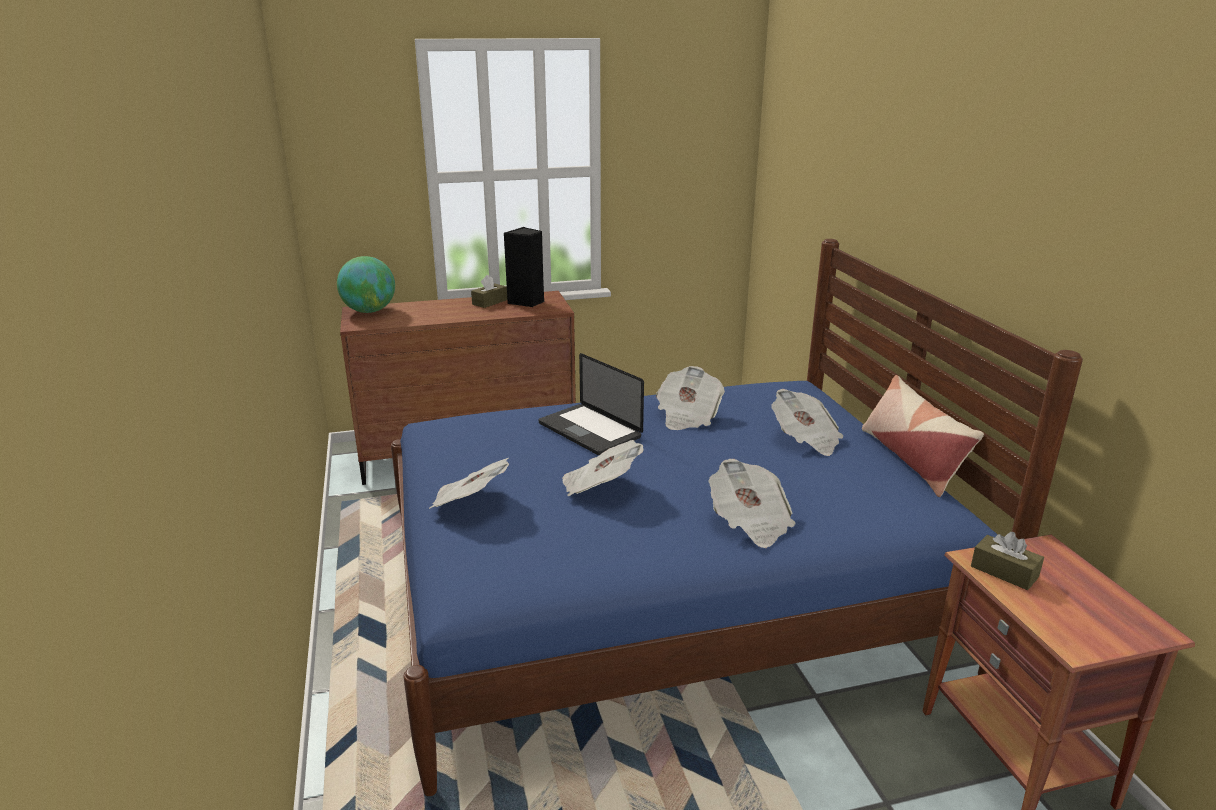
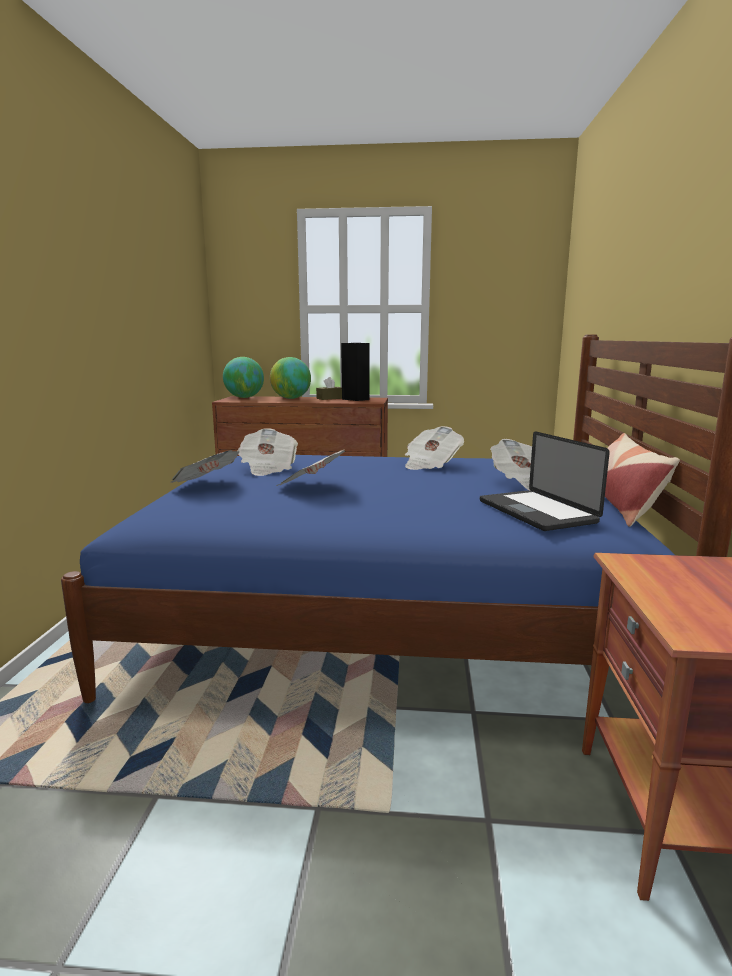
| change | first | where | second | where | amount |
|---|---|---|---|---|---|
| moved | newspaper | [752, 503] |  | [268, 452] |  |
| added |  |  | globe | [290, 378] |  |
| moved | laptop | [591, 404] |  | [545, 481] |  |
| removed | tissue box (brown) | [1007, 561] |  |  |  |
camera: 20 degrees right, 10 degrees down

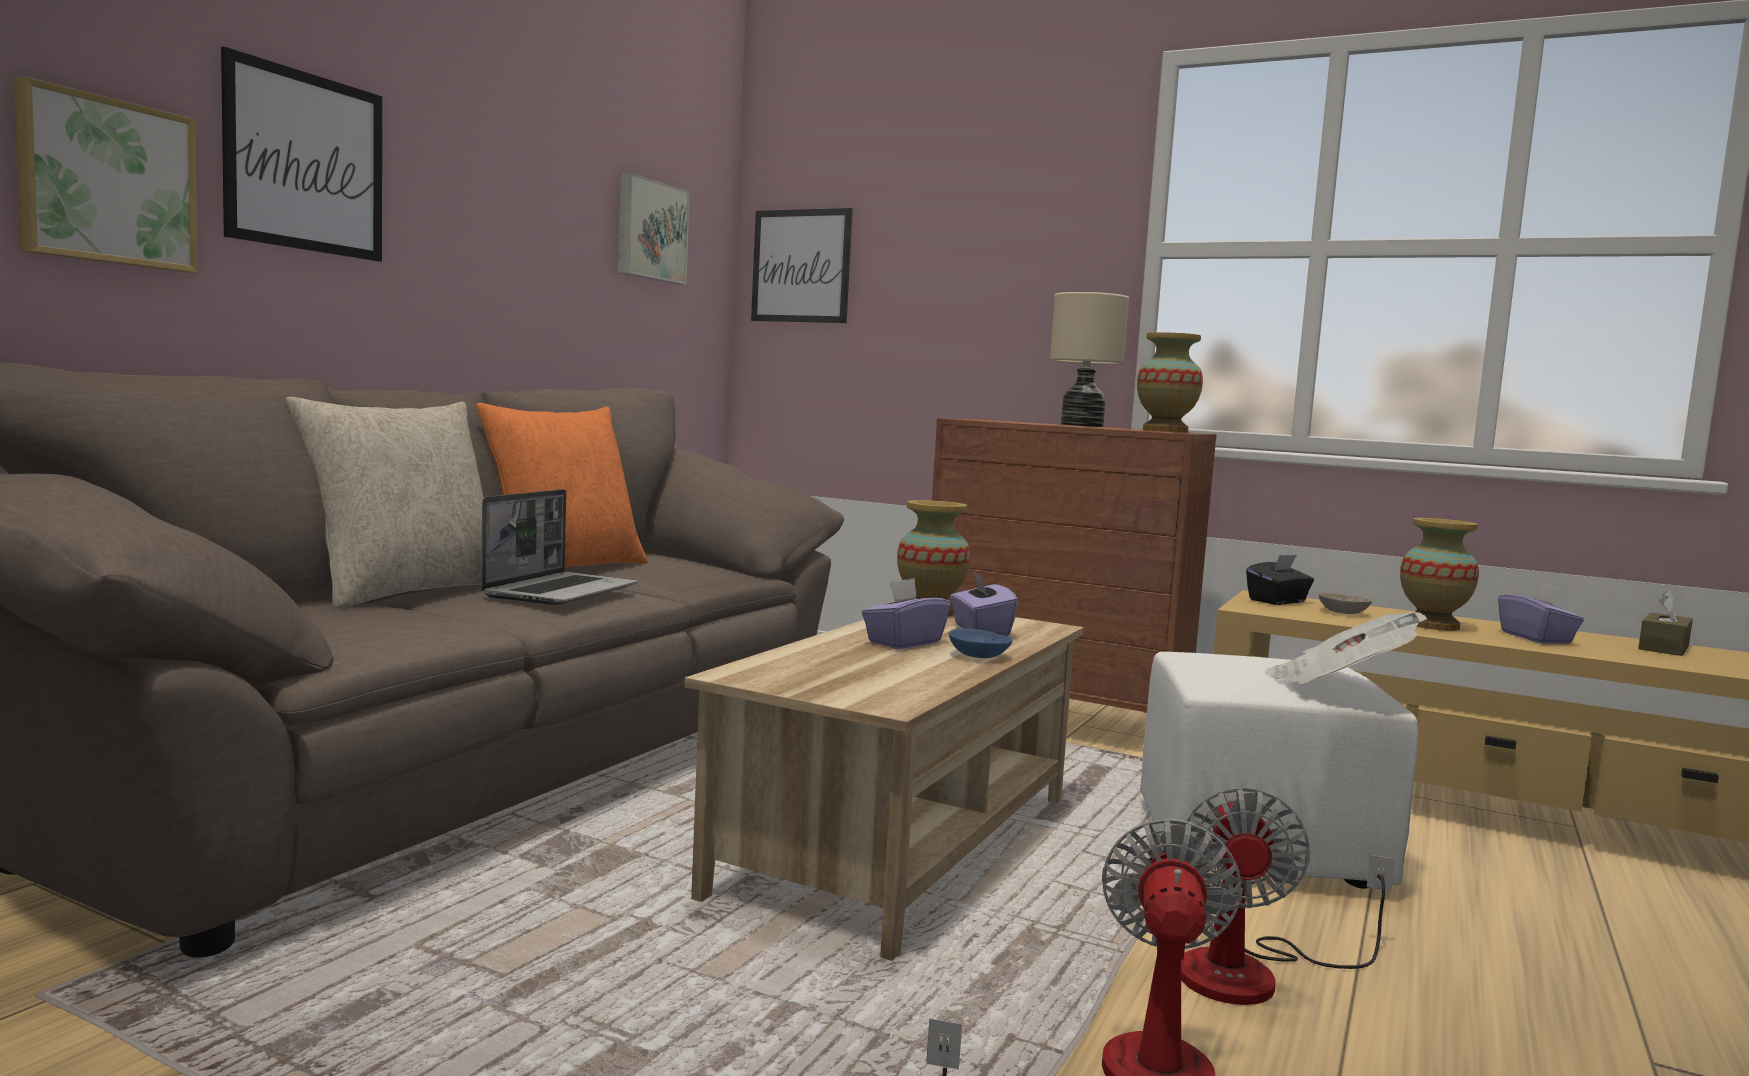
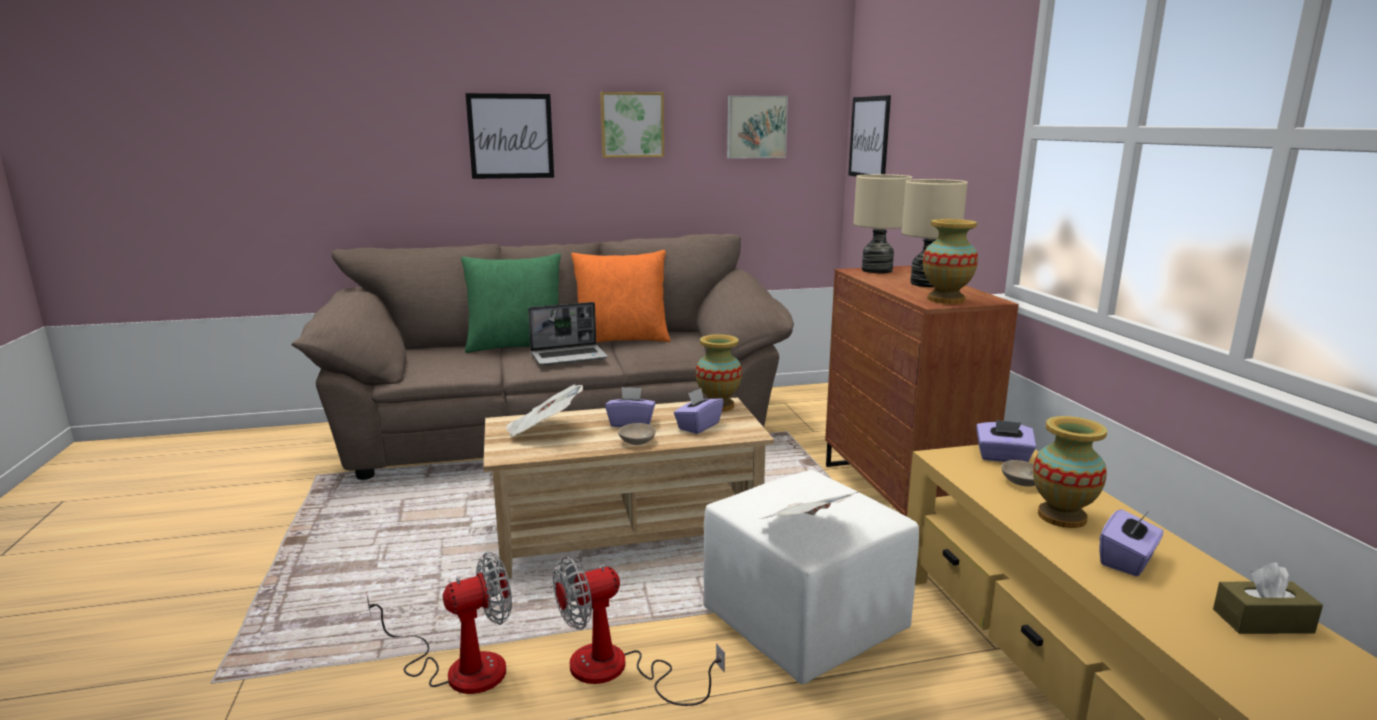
| change | first | where | second | where | amount |
|---|---|---|---|---|---|
| recoloured | pillow (beige) | [385, 503] | pillow (green) | [511, 303] |  |
| added |  |  | newspaper | [544, 411] |  |
| moved | picture | [106, 174] |  | [632, 125] |  |
| recoloured | bowl (blue) | [981, 643] | bowl (beige) | [637, 434] |  |
| added |  |  | table lamp (beige) | [882, 223] |  |
| recoloured | tissue box (black) | [1280, 580] | tissue box (purple) | [1006, 441] |  |
camera: 50 degrees right, 10 degrees up

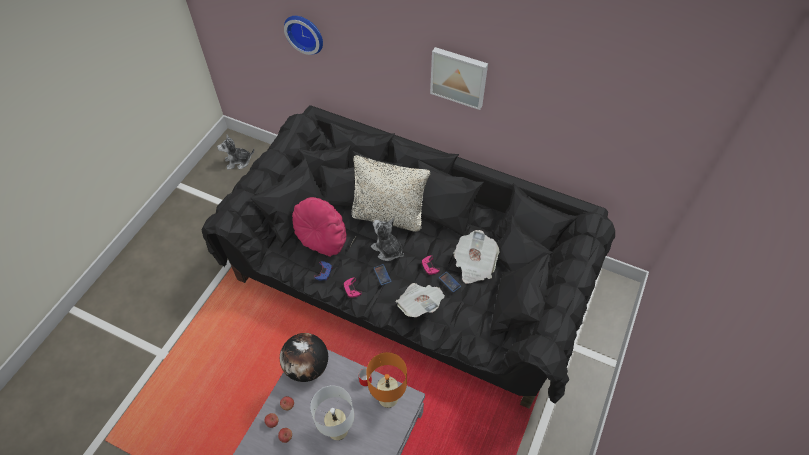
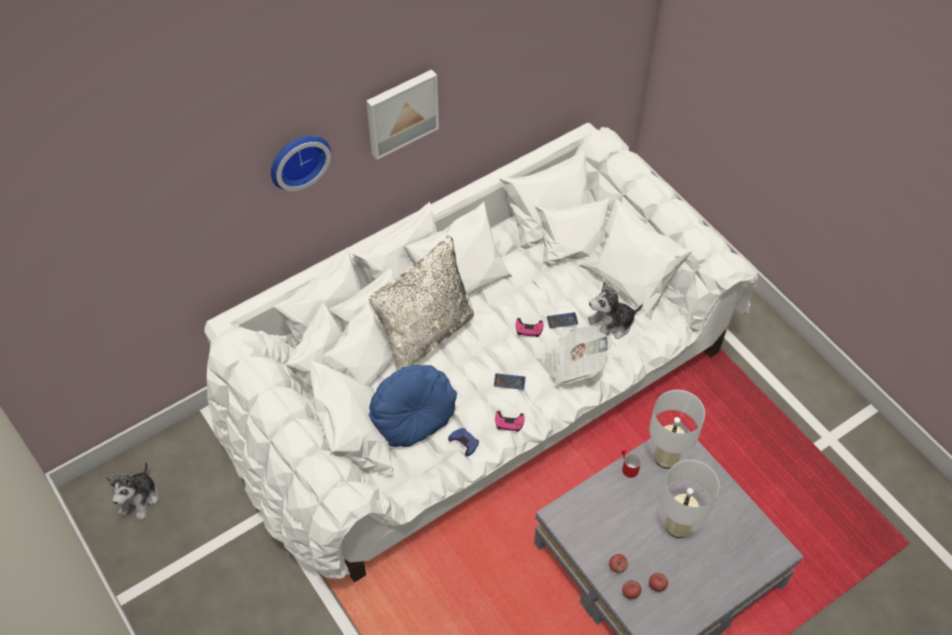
| change | first | where | second | where | amount |
|---|---|---|---|---|---|
| recoloured | sofa (black) | [408, 257] | sofa (white) | [481, 352] |  |
| moved | wall clock | [303, 35] |  | [301, 163] |  |
| recoloured | pillow (pink) | [319, 227] | pillow (blue) | [413, 405] |  |
| moved | plush toy | [387, 239] |  | [615, 310] |  |
| recoloured | table lamp (orange) | [386, 380] | table lamp (white) | [677, 429] |  |
| removed | globe | [304, 357] |  |  |  |
| removed | newspaper | [477, 257] |  |  |  |
camera: 60 degrees left, 0 degrees up

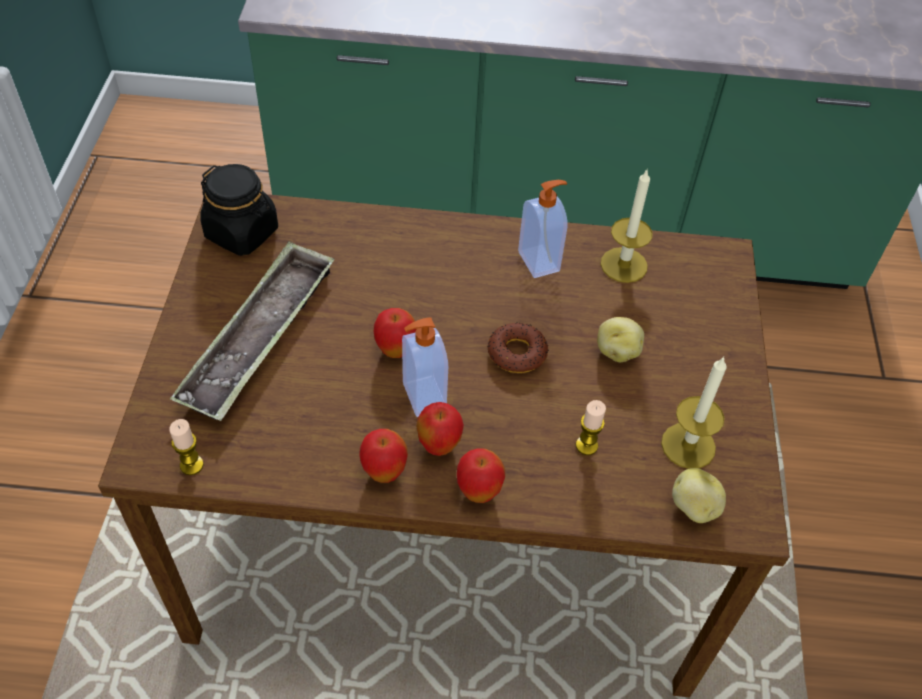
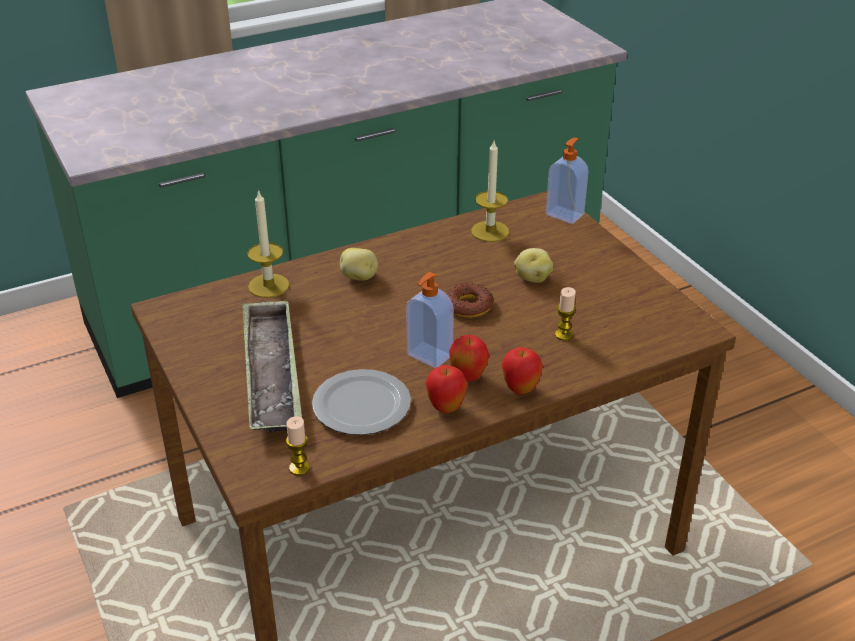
| change | first | where | second | where | amount |
|---|---|---|---|---|---|
| moved | candle | [694, 412] |  | [268, 243] |  |
| added |  |  | plate | [361, 402] |  |
| moved | potato | [699, 495] |  | [359, 264] |  |
| moved | soap dispenser | [543, 229] |  | [567, 181] |  |
| removed | jar (black) | [239, 210] |  |  |  |
| removed | apple | [395, 333] |  |  |  |
camera: 30 degrees left, 15 degrees down

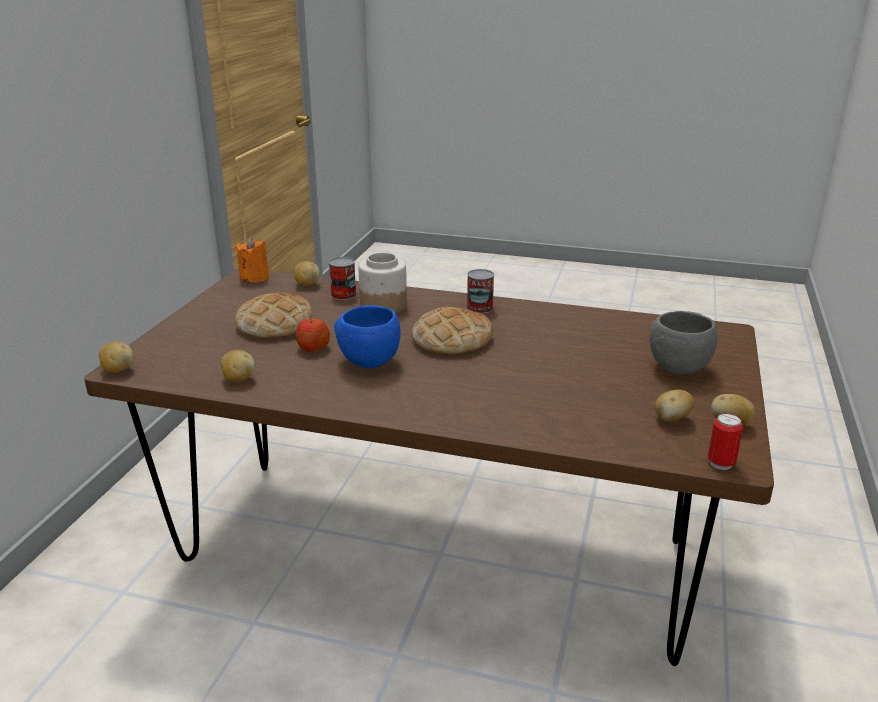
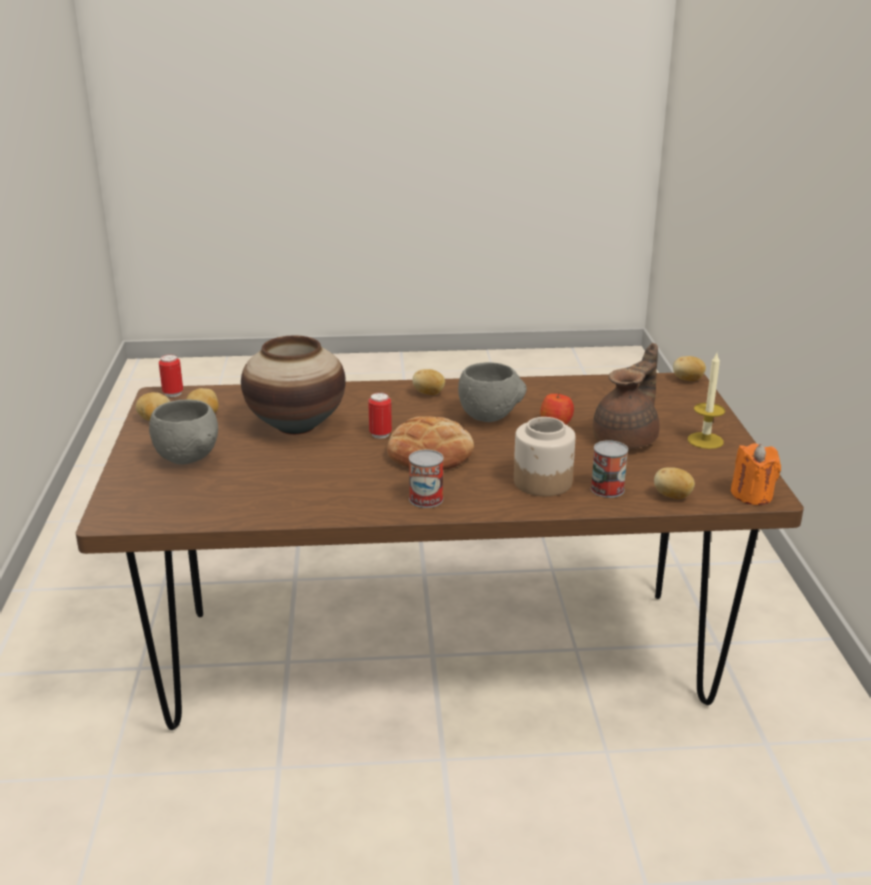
| change | first | where | second | where | amount |
|---|---|---|---|---|---|
| added |  |  | vase | [293, 385] |  |
| added |  |  | can | [380, 415] |  |
| moved | potato | [237, 366] |  | [428, 382] |  |
| recoloured | bowl (blue) | [367, 336] | bowl (grey) | [492, 392] |  |
| replaced | bread | [273, 315] | teapot (brown) | [626, 396] |  |
| added |  |  | candle | [706, 401] |  |
camera: 160 degrees right, 0 degrees up

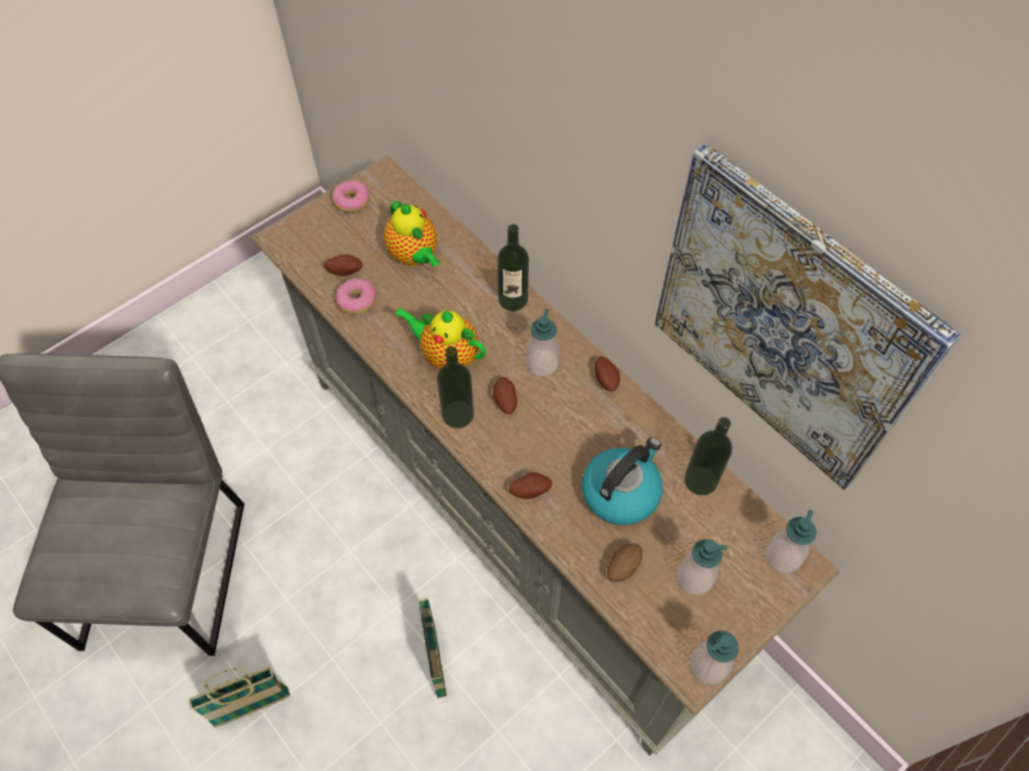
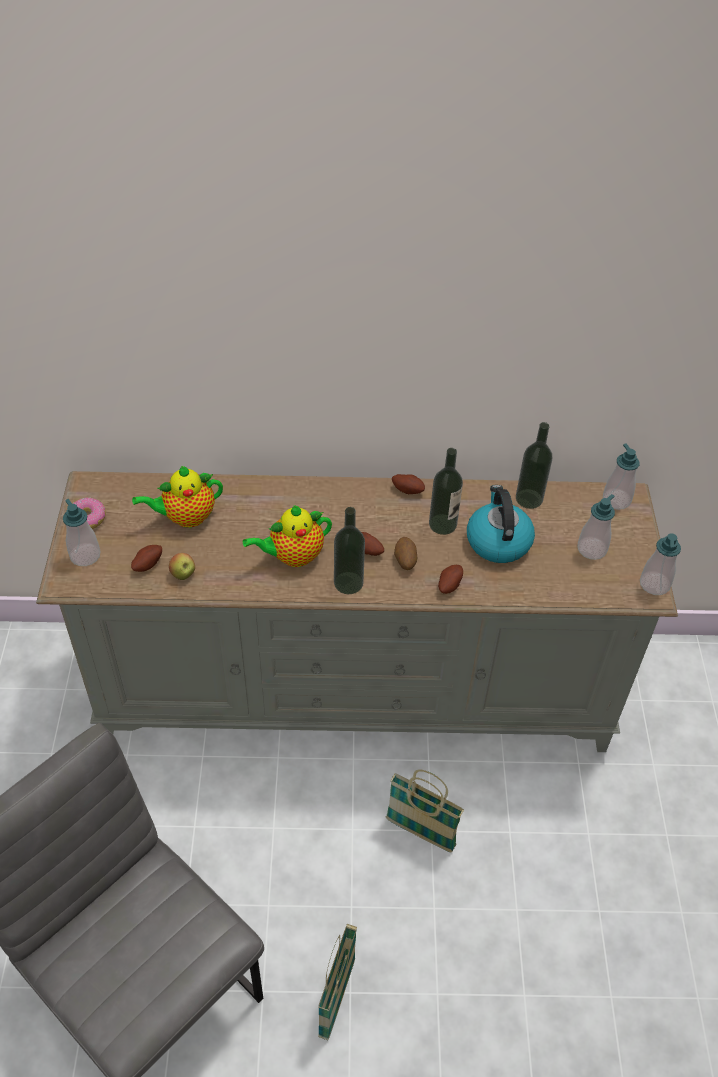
| change | first | where | second | where | amount |
|---|---|---|---|---|---|
| moved | soap dispenser | [542, 343] |  | [82, 532] |  |
| turned | teapot | [411, 233] |  | [177, 497] | 150 degrees clockwise |
| replaced | donut | [356, 296] | apple | [182, 566] |  |
| moved | potato | [624, 563] |  | [405, 553] |  |
| moved | bottle | [513, 267] |  | [446, 491] |  |
| removed | picture | [808, 316] |  |  |  |
camera: 50 degrees left, 10 degrees down

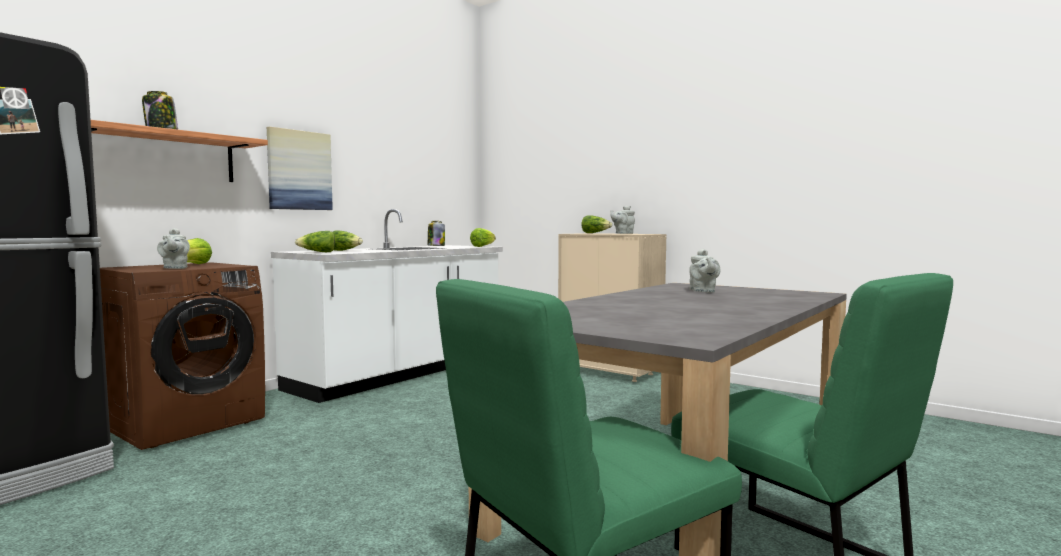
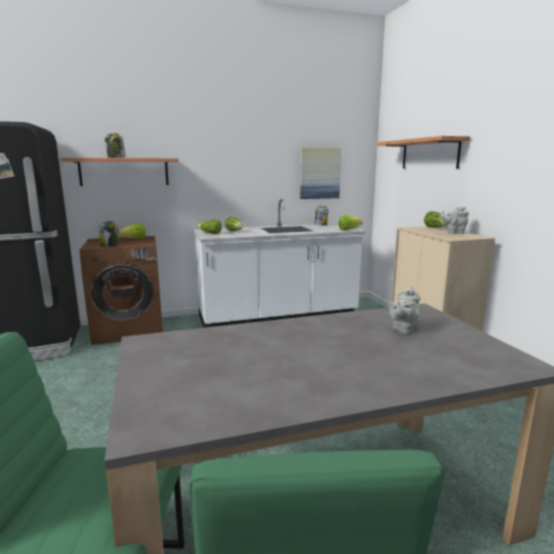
| change | first | where | second | where | amount |
|---|---|---|---|---|---|
| replaced | teapot (grey) | [173, 248] | jar | [109, 234] |  |
| moved | picture | [300, 168] |  | [320, 173] |  |
| added |  |  | shelf | [423, 152] |  |
camera: 35 degrees right, 10 degrees up

